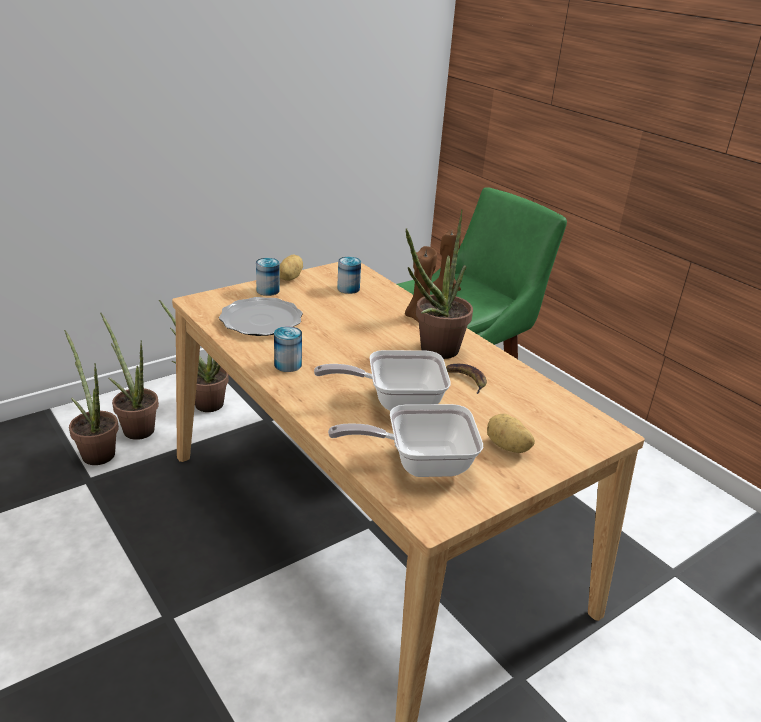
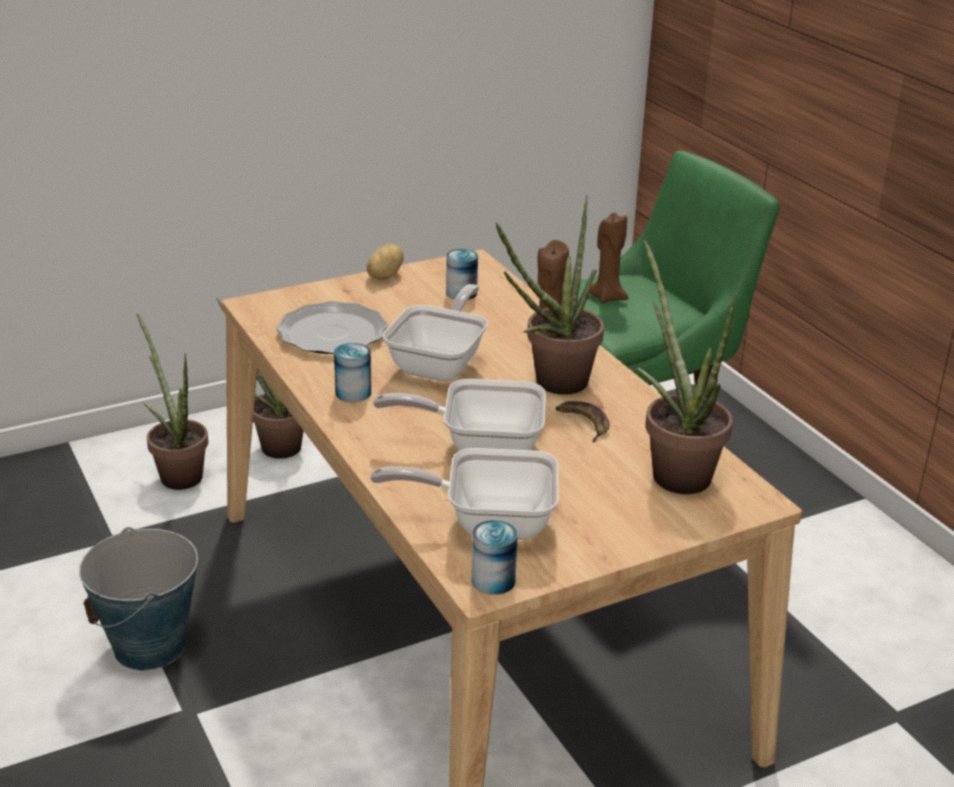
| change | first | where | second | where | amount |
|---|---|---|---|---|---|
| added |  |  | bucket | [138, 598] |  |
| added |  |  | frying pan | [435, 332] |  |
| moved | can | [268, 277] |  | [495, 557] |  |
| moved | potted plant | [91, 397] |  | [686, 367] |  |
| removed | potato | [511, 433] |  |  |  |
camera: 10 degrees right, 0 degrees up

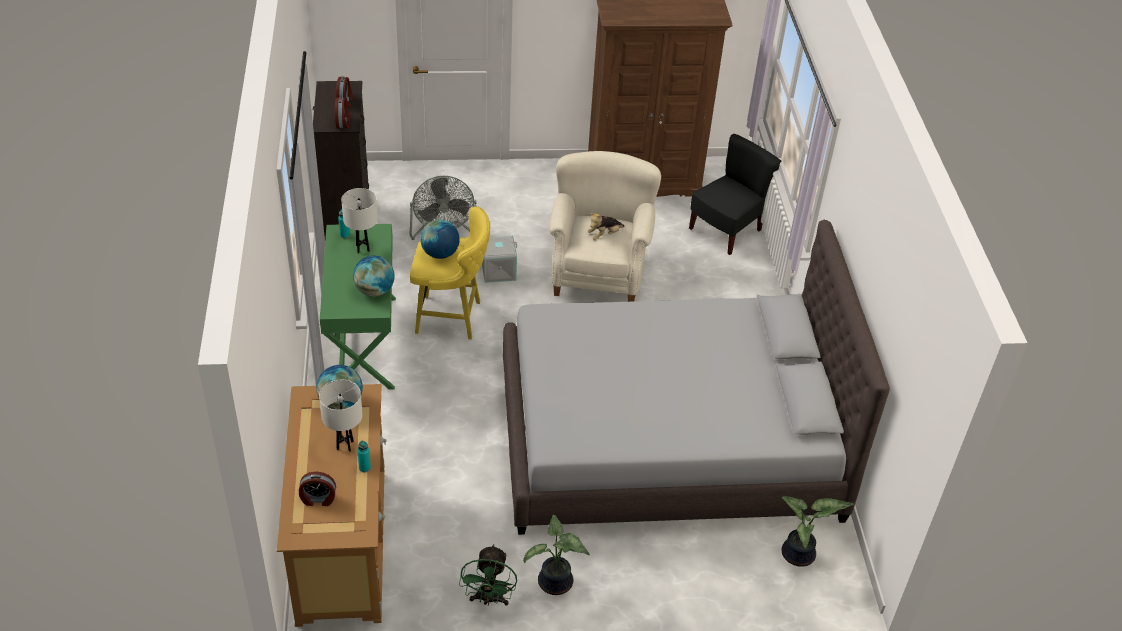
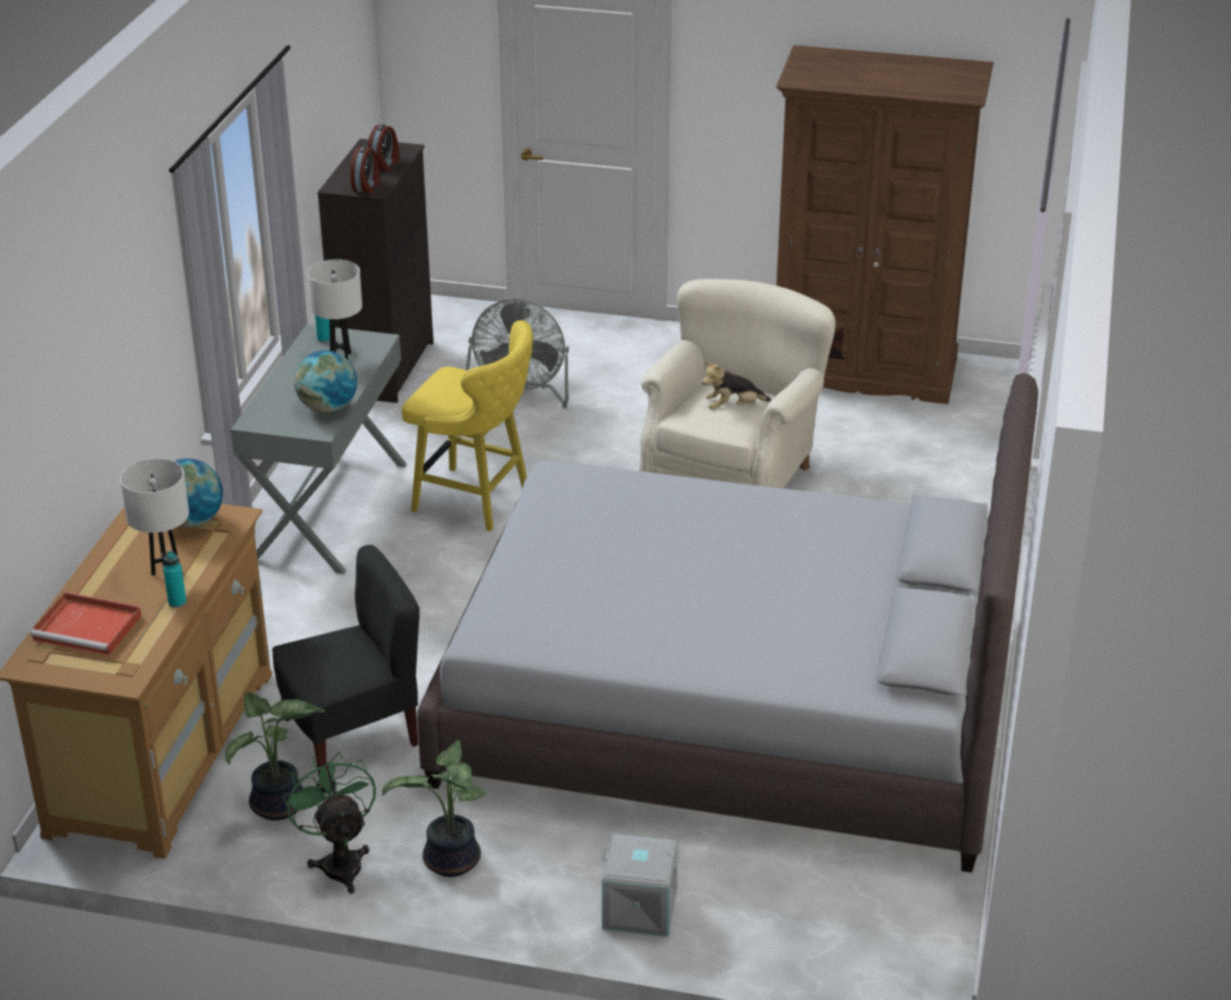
| change | first | where | second | where | amount |
|---|---|---|---|---|---|
| replaced | alarm clock | [317, 489] | tray (red) | [86, 624] |  |
| moved | potted plant | [818, 531] |  | [275, 756] |  |
| recoloured | desk (green) | [358, 307] | desk (grey) | [319, 449] |  |
| moved | chair (black) | [735, 194] |  | [346, 660] |  |
| turned | fan (green) | [488, 575] |  | [329, 823] | 135 degrees clockwise |
| moved | storage box (grey) | [499, 259] |  | [640, 885] |  |
| removed | globe | [440, 239] |  |  |  |
camera: 20 degrees right, 10 degrees down

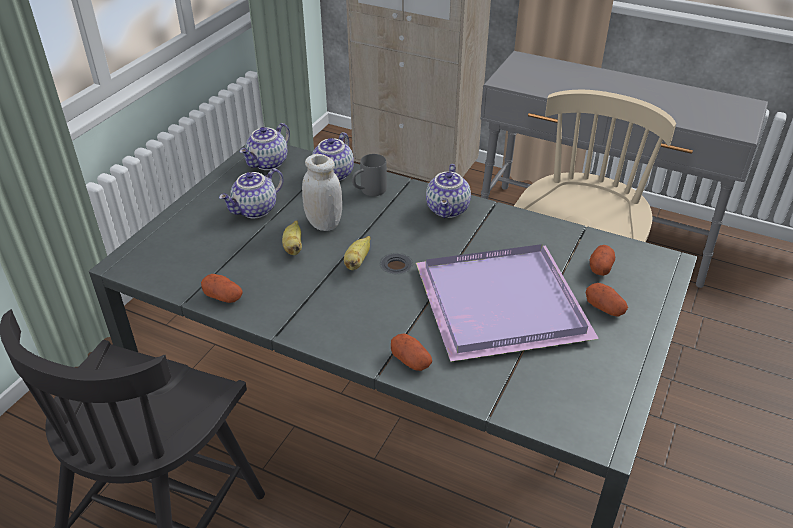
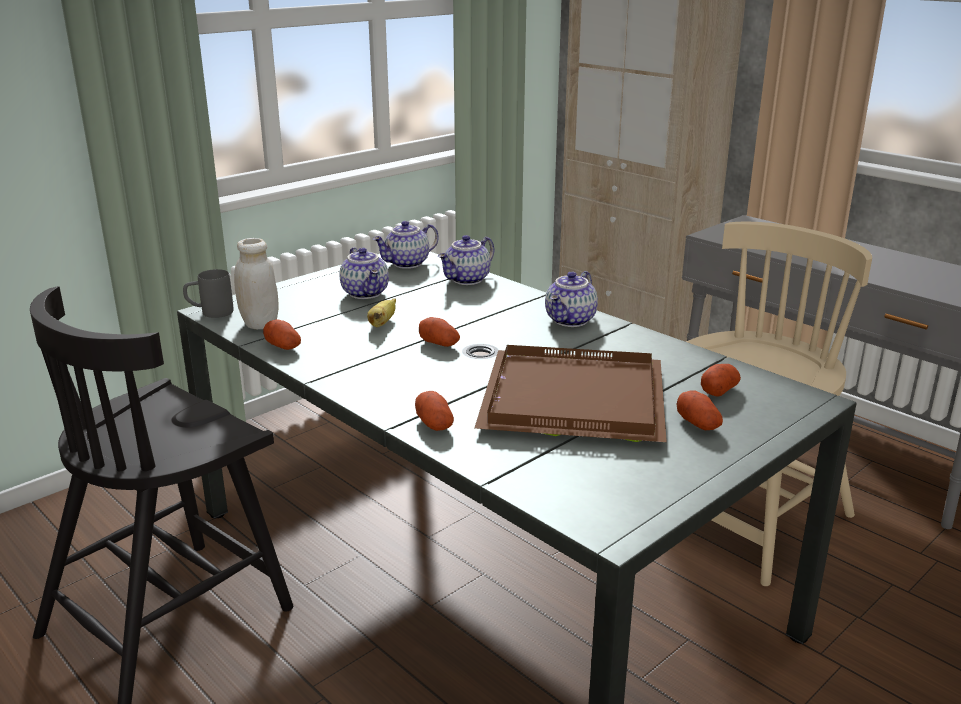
| change | first | where | second | where | amount |
|---|---|---|---|---|---|
| moved | mug (grey) | [369, 175] |  | [208, 293] |  |
| moved | jar (white) | [322, 192] |  | [256, 283] |  |
| turned | teapot | [251, 193] |  | [364, 273] | 90 degrees counterclockwise |
| replaced | banana | [357, 253] | potato | [439, 332] |  |
| recoloured | tray (purple) | [507, 303] | tray (brown) | [570, 393] |  |
camera: 20 degrees right, 15 degrees down

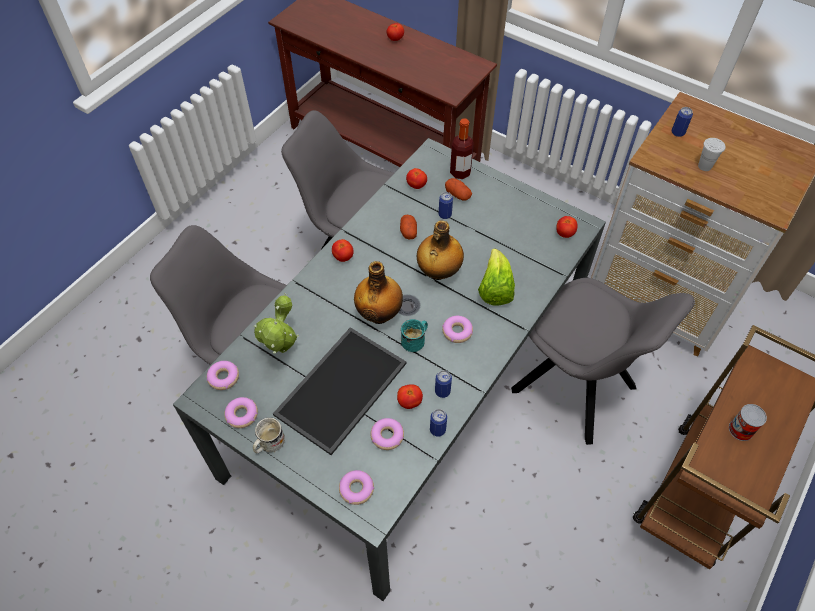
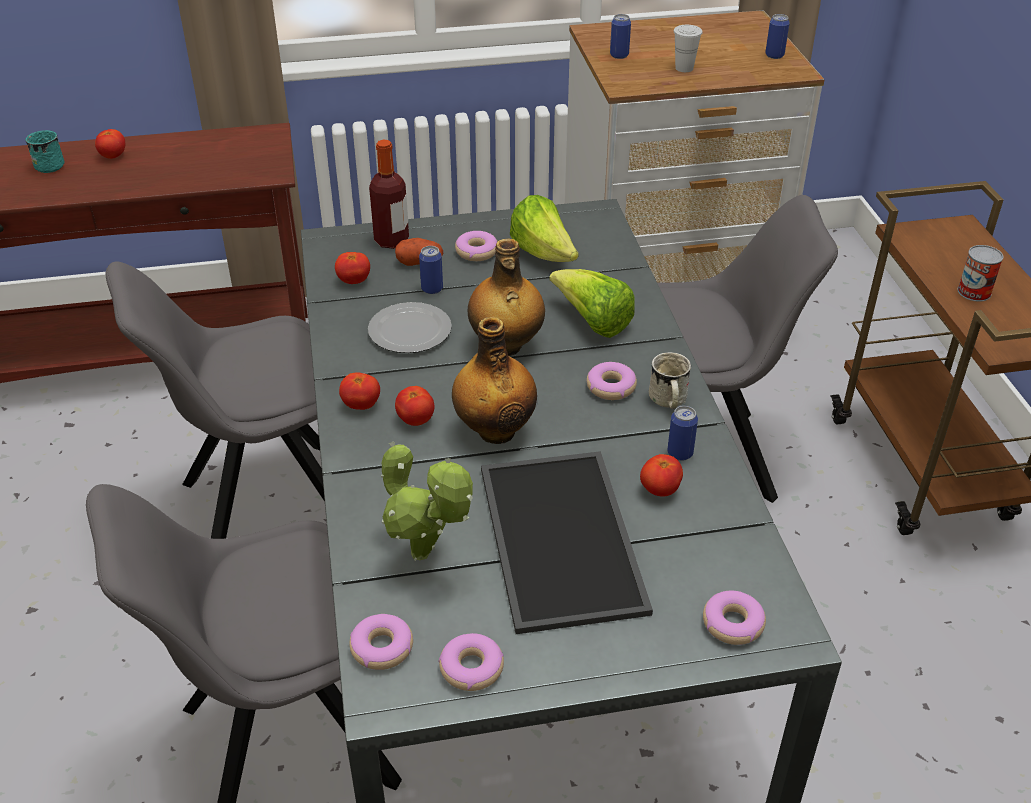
| change | first | where | second | where | amount |
|---|---|---|---|---|---|
| moved | mug (turquoise) | [414, 335] |  | [45, 151] |  |
| replaced | potato | [408, 227] | plate | [410, 327] |  |
| moved | tomato | [567, 227] |  | [415, 406] |  |
| moved | donut | [387, 434] |  | [476, 246] |  |
| added |  |  | lettuce | [544, 228] |  |
| moved | mug (white) | [269, 435] |  | [670, 380] |  |
| moved | can | [438, 423] |  | [777, 36] |  |
camera: 45 degrees left, 15 degrees down

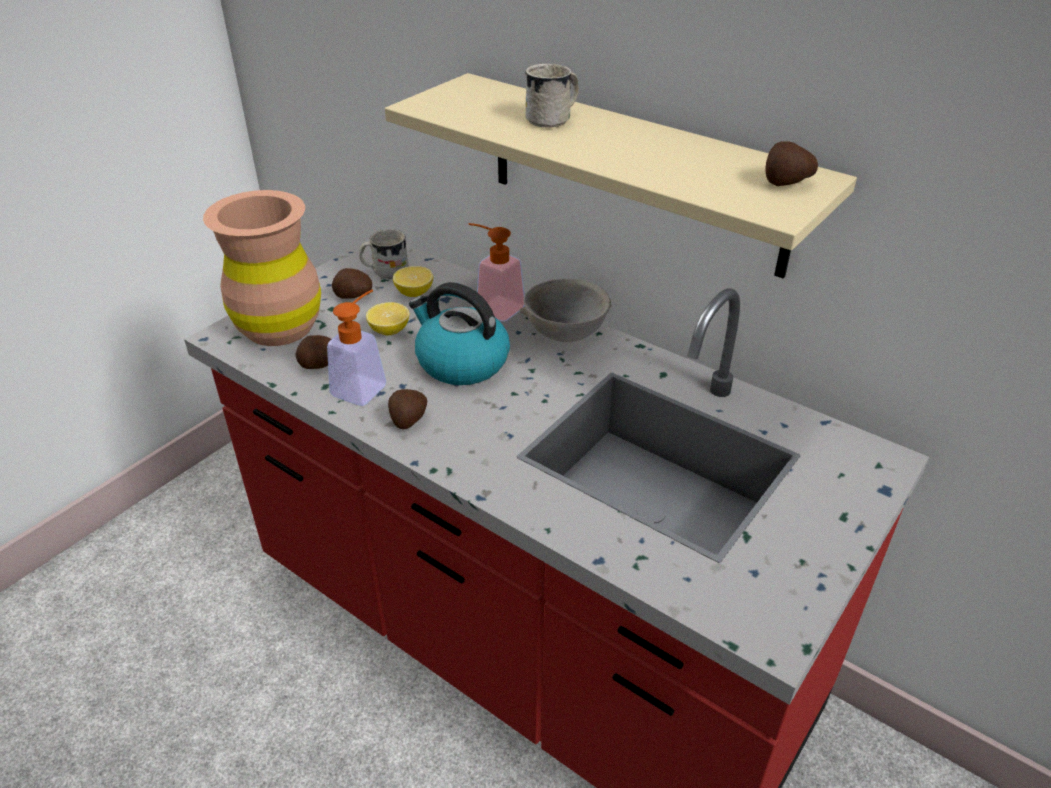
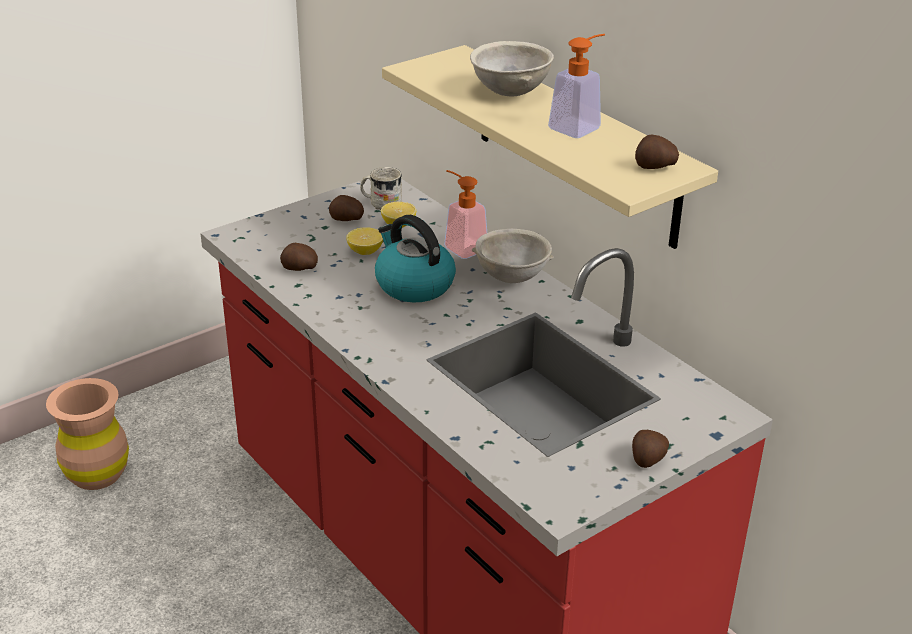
| change | first | where | second | where | amount |
|---|---|---|---|---|---|
| moved | vase (brown) | [262, 268] |  | [87, 434] |  |
| replaced | mug (white) | [552, 96] | bowl (grey) | [512, 68] |  |
| moved | soap dispenser | [356, 347] |  | [576, 86] |  |
| moved | potato | [407, 409] |  | [650, 449] |  |
camera: 15 degrees right, 5 degrees down

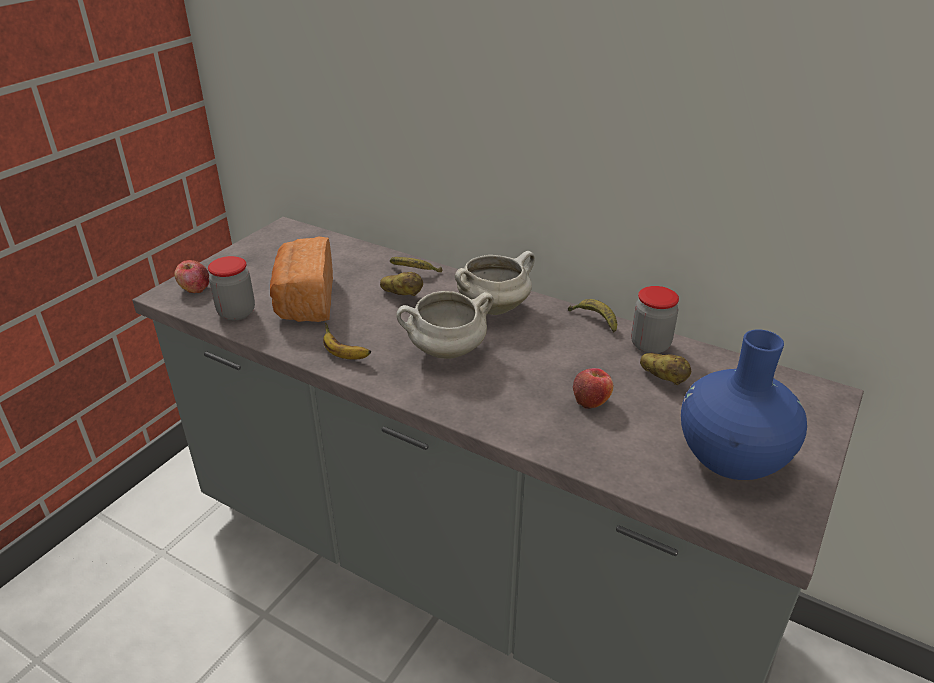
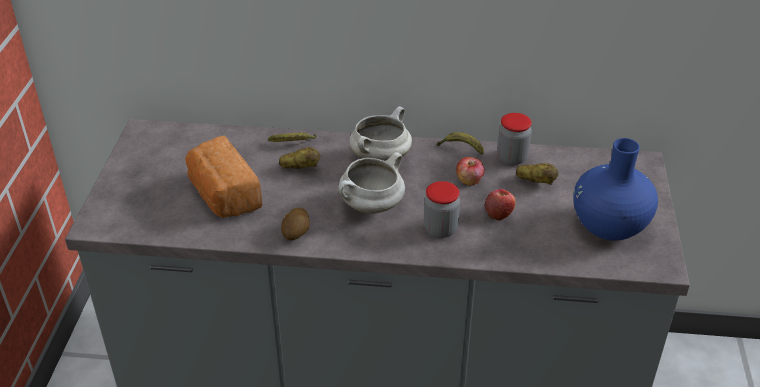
| change | first | where | second | where | amount |
|---|---|---|---|---|---|
| replaced | banana | [347, 341] | potato | [295, 224] |  |
| moved | jar | [231, 288] |  | [442, 209] |  |
| moved | apple | [191, 276] |  | [470, 171] |  |
camera: 25 degrees left, 5 degrees up

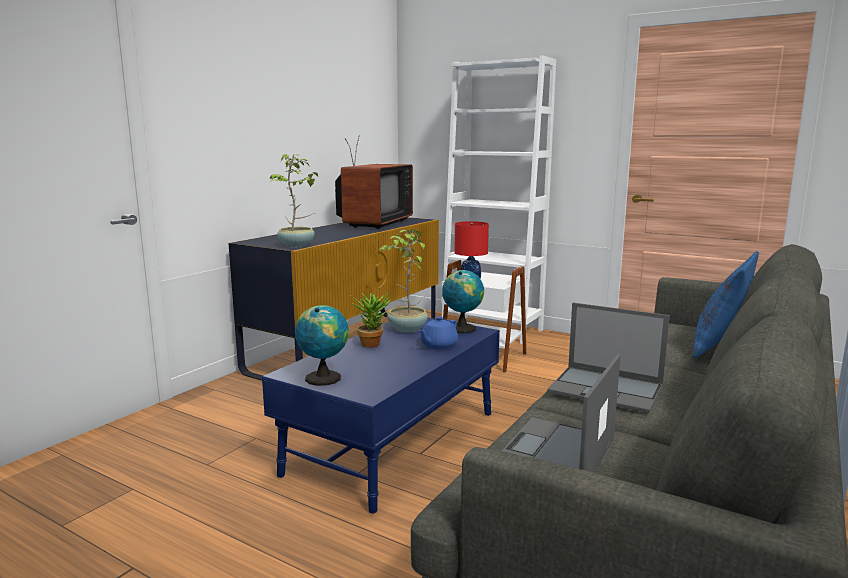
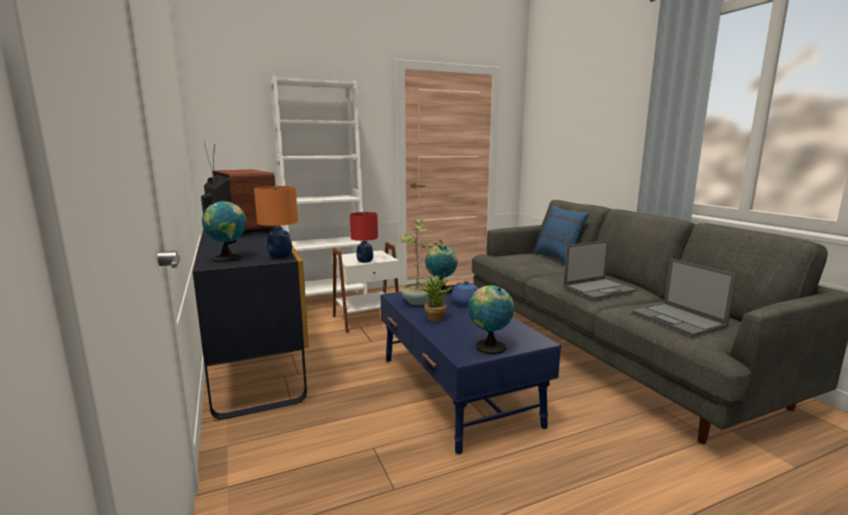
| change | first | where | second | where | amount |
|---|---|---|---|---|---|
| added |  |  | globe | [224, 231] |  |
| replaced | potted plant | [294, 200] | table lamp (orange) | [276, 222] |  |
camera: 55 degrees left, 0 degrees up

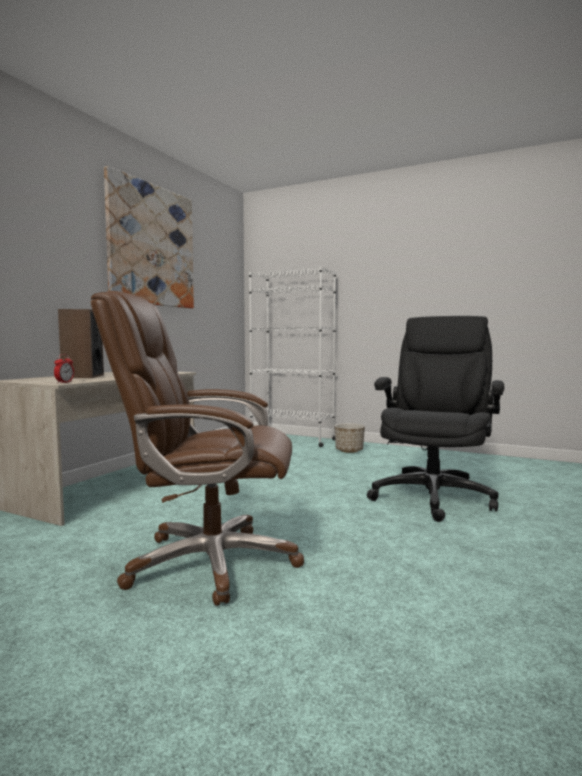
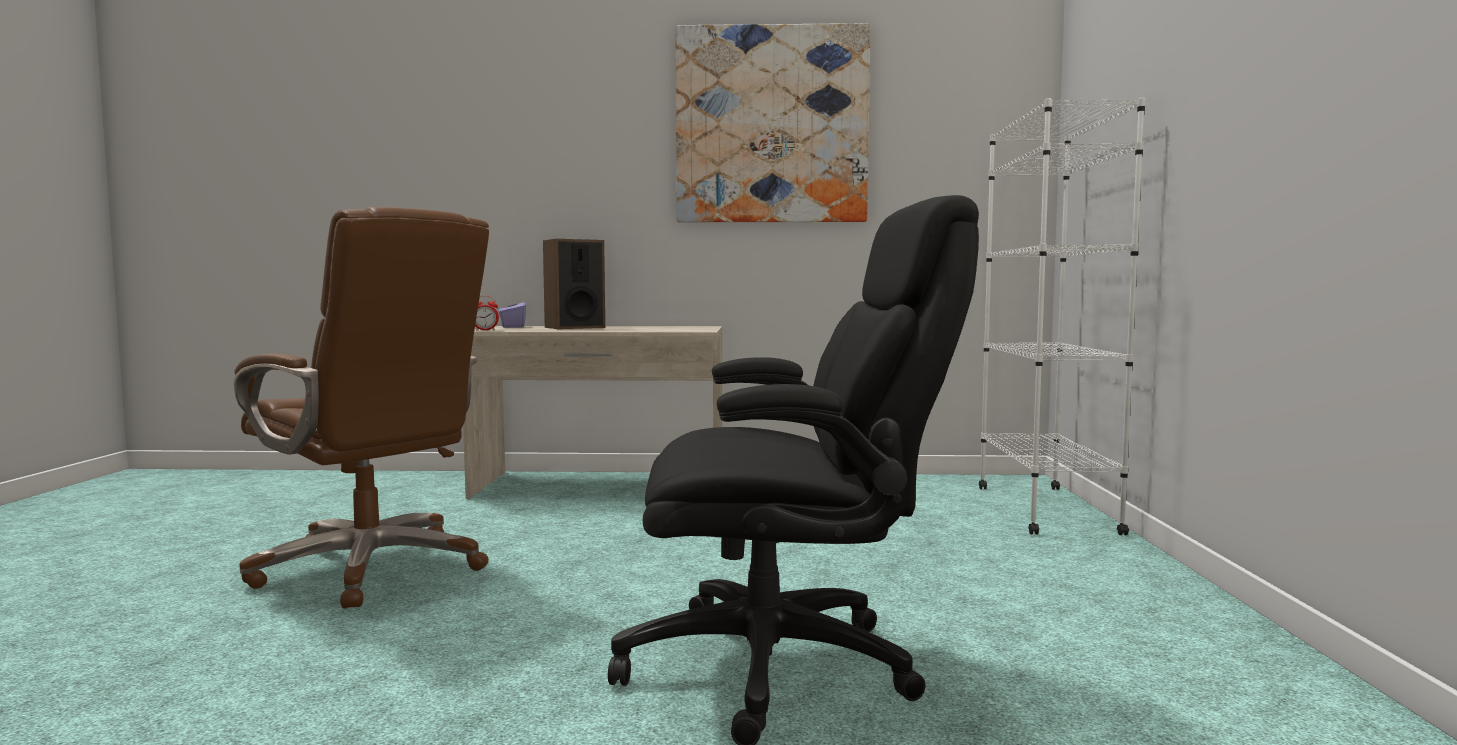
| change | first | where | second | where | amount |
|---|---|---|---|---|---|
| turned | office chair (brown) | [197, 448] |  | [361, 408] | 150 degrees clockwise |
| added |  |  | tissue box (purple) | [512, 311] |  |
| removed | planter | [350, 438] |  |  |  |
camera: 65 degrees right, 0 degrees up

